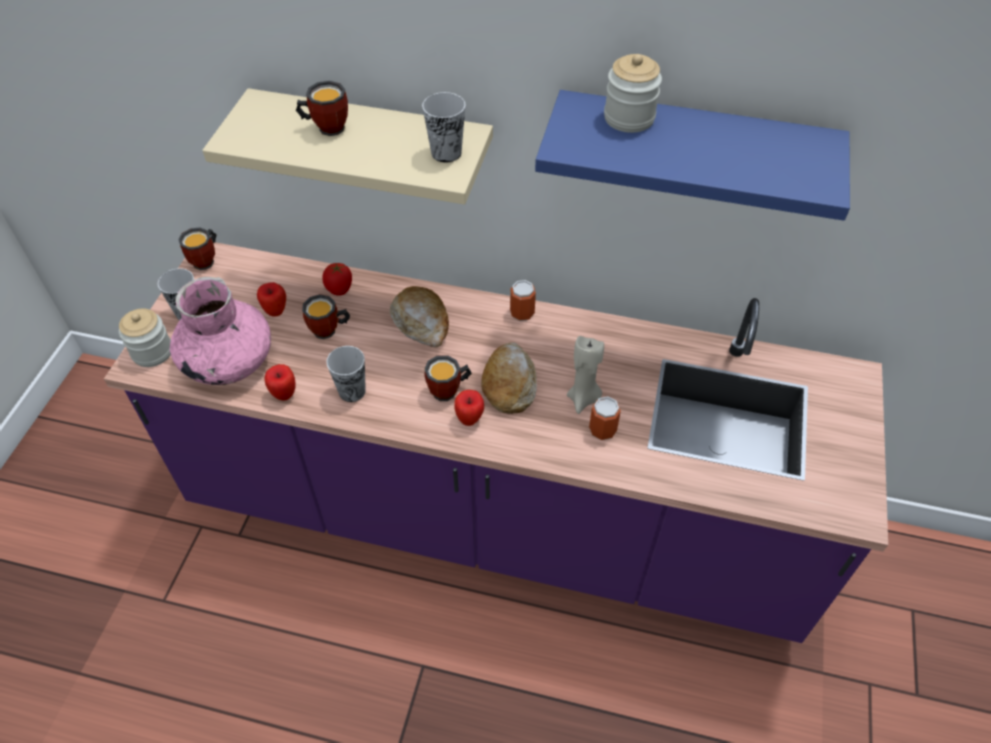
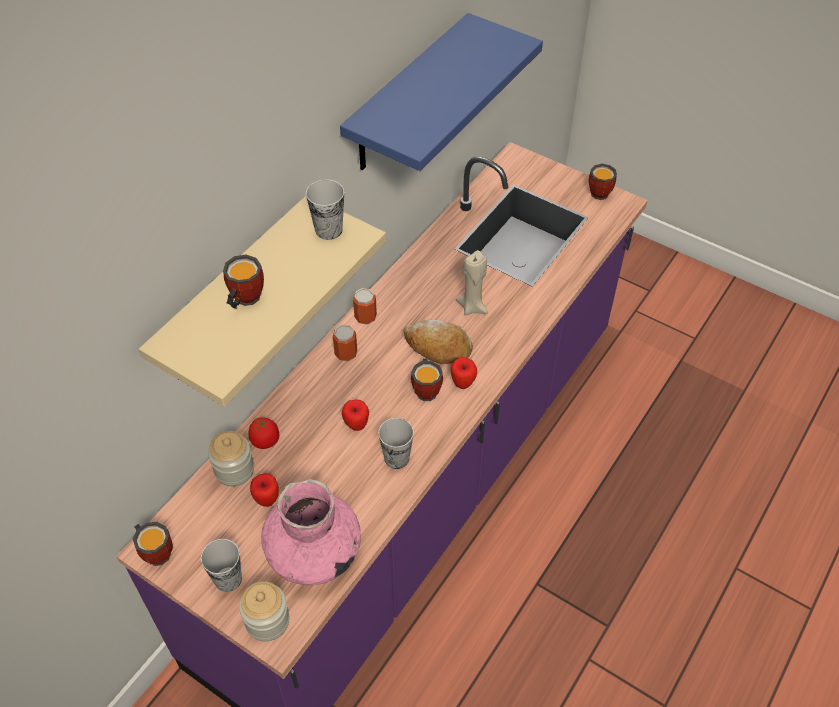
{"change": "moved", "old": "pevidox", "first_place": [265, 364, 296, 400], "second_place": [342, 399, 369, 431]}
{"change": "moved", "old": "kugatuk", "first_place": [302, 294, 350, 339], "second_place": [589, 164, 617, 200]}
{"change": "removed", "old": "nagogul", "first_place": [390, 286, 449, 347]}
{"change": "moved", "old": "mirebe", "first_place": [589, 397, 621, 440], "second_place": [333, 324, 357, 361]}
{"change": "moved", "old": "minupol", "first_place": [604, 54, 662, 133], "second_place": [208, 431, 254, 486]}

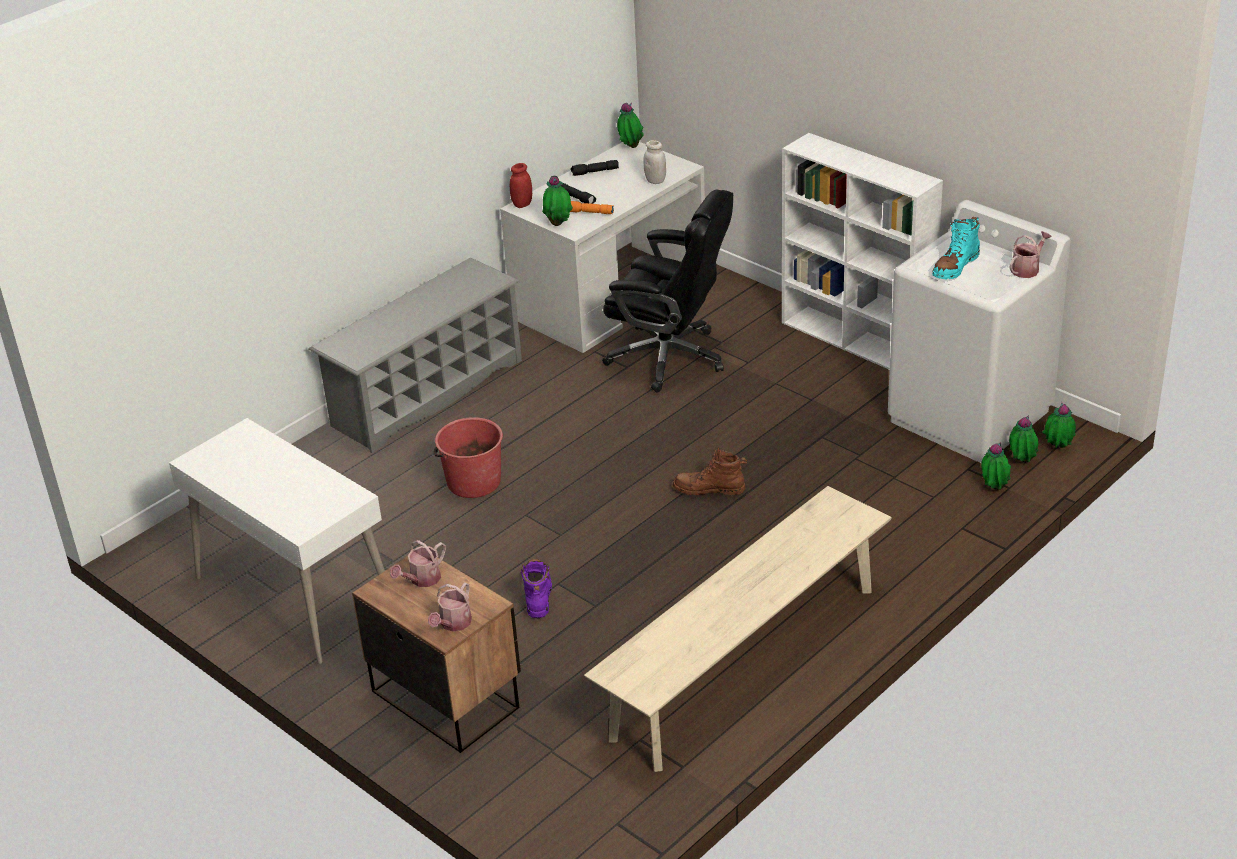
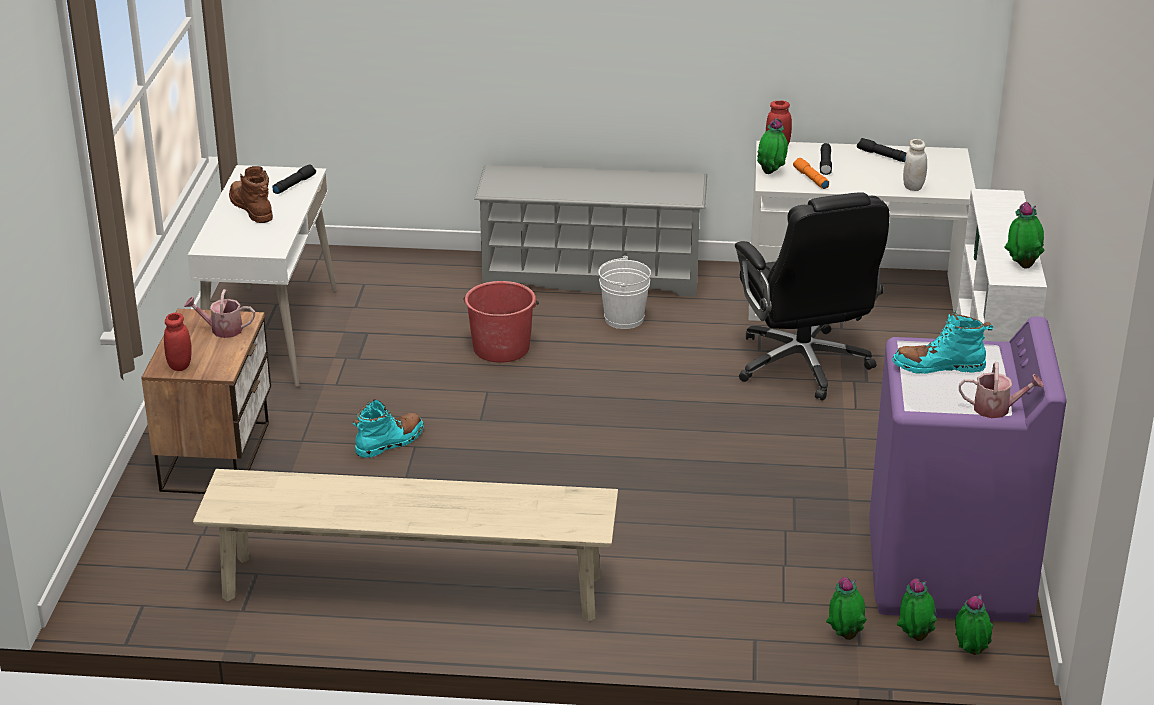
{"change": "replaced", "old": "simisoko", "new": "red_minupol", "first_place": [428, 582, 472, 632], "second_place": [164, 313, 192, 371]}
{"change": "recoloured", "old": "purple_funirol", "new": "turquoise_funirol", "first_place": [521, 559, 552, 618], "second_place": [353, 399, 424, 458]}
{"change": "moved", "old": "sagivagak", "first_place": [617, 103, 644, 148], "second_place": [1004, 202, 1045, 269]}
{"change": "moved", "old": "brown_funirol", "first_place": [673, 447, 747, 495], "second_place": [229, 166, 273, 223]}
{"change": "recoloured", "old": "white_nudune", "new": "purple_nudune", "first_place": [888, 200, 1071, 463], "second_place": [869, 316, 1067, 623]}
{"change": "added", "new": "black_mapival", "second_place": [272, 164, 316, 194]}
{"change": "added", "new": "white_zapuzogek", "second_place": [598, 256, 651, 329]}

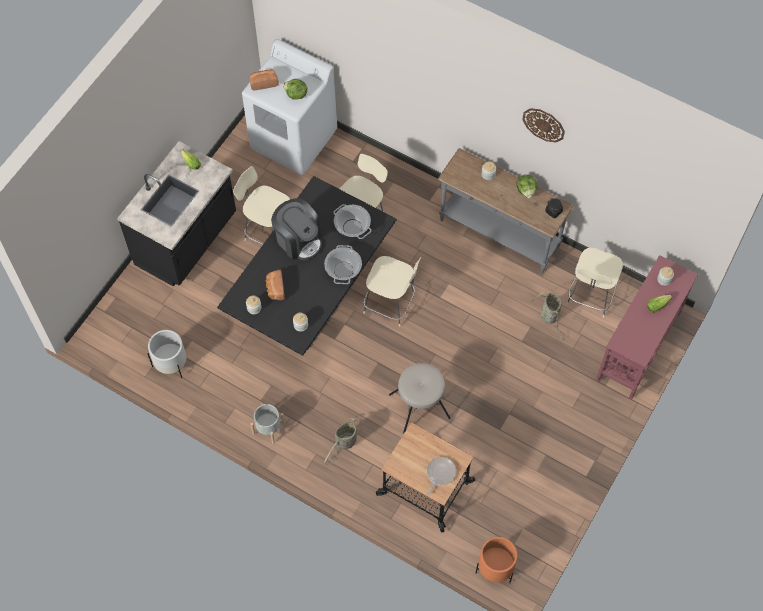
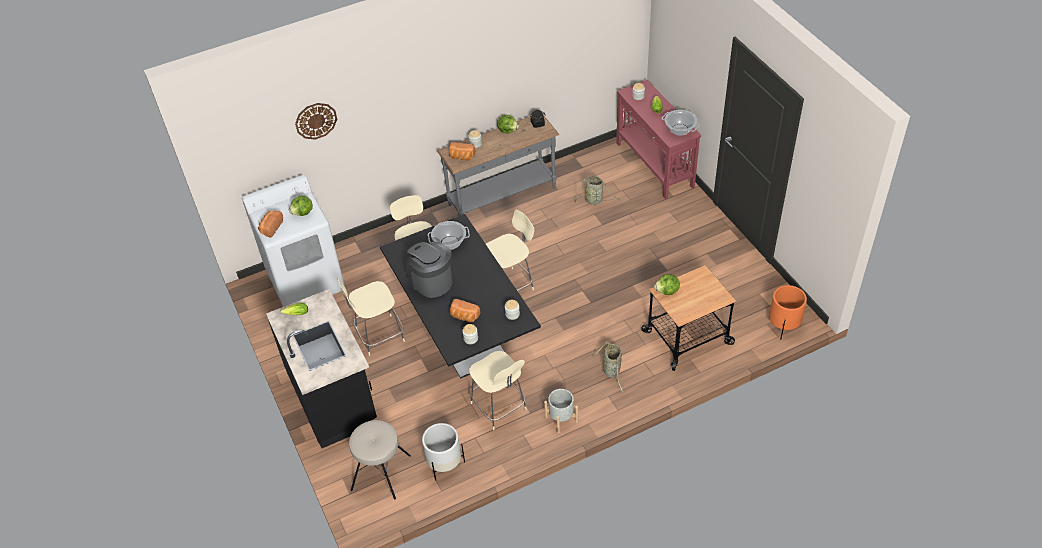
{"change": "turned", "old": "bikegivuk", "first_place": [271, 198, 322, 260], "second_place": [405, 242, 453, 298], "degrees": -120}
{"change": "moved", "old": "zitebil", "first_place": [324, 245, 362, 284], "second_place": [662, 110, 700, 136]}
{"change": "moved", "old": "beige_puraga", "first_place": [389, 363, 451, 434], "second_place": [349, 420, 411, 500]}
{"change": "removed", "old": "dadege", "first_place": [426, 457, 456, 496]}
{"change": "moved", "old": "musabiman", "first_place": [522, 108, 565, 142], "second_place": [295, 103, 337, 140]}
{"change": "moved", "old": "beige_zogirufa", "first_place": [566, 248, 623, 318], "second_place": [469, 351, 527, 430]}
{"change": "added", "new": "nagogul", "second_place": [449, 142, 475, 161]}
{"change": "added", "new": "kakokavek", "second_place": [654, 274, 680, 295]}

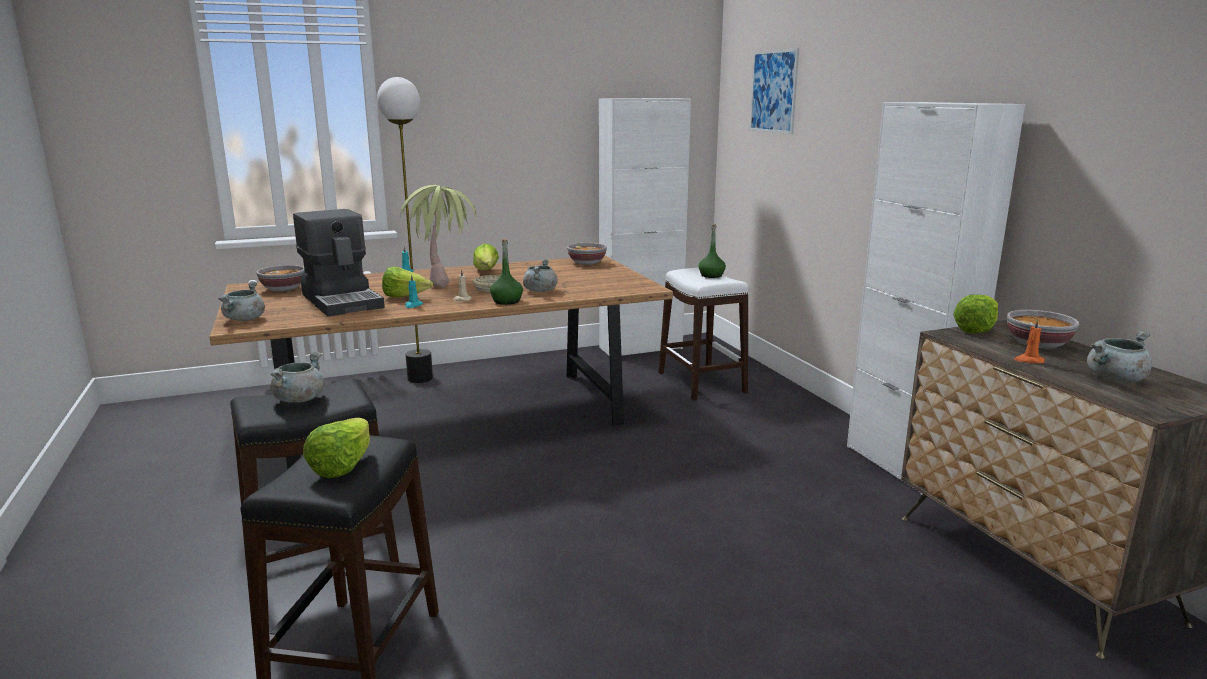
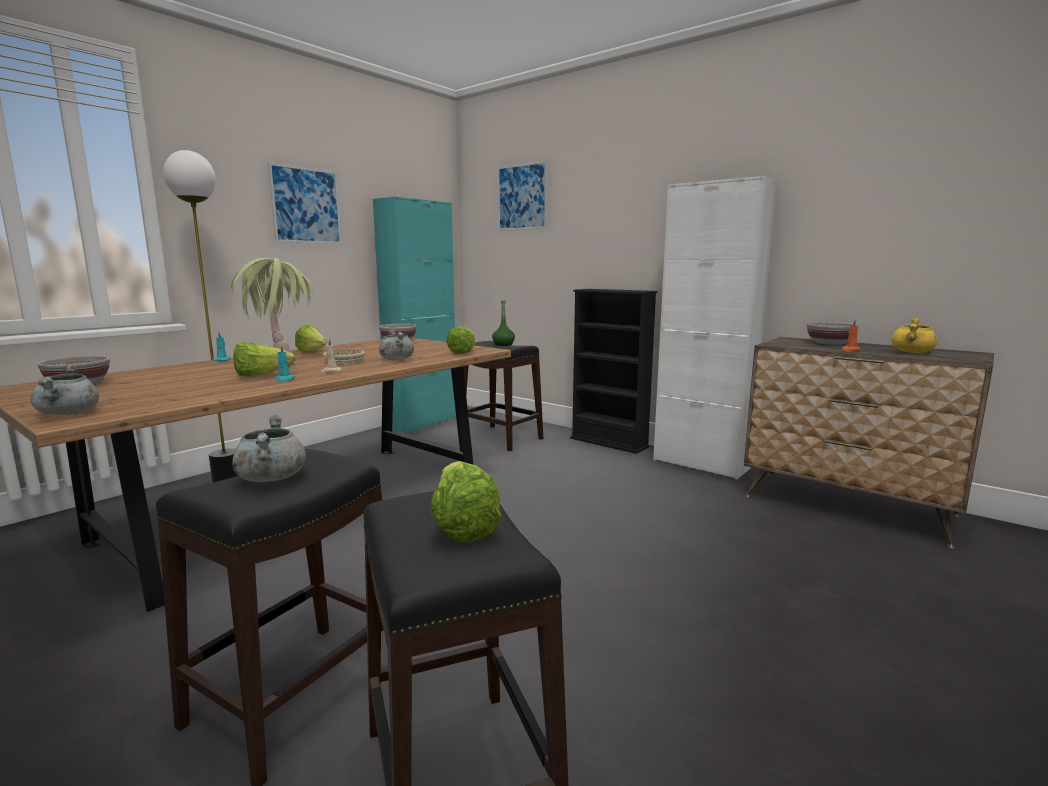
{"change": "removed", "old": "bikegivuk", "first_place": [293, 209, 385, 316]}
{"change": "removed", "old": "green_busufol", "first_place": [490, 239, 523, 305]}
{"change": "recoloured", "old": "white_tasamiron", "new": "turquoise_tasamiron", "first_place": [599, 98, 691, 356], "second_place": [373, 196, 456, 433]}
{"change": "recoloured", "old": "white_puraga", "new": "black_puraga", "first_place": [659, 268, 749, 401], "second_place": [463, 341, 543, 451]}
{"change": "moved", "old": "kakokavek", "first_place": [953, 295, 998, 334], "second_place": [446, 326, 475, 354]}
{"change": "recoloured", "old": "grey_zitebil", "new": "yellow_zitebil", "first_place": [1087, 330, 1152, 383], "second_place": [891, 318, 937, 353]}
{"change": "added", "new": "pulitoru", "second_place": [268, 162, 342, 244]}
{"change": "added", "new": "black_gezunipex", "second_place": [570, 289, 657, 454]}

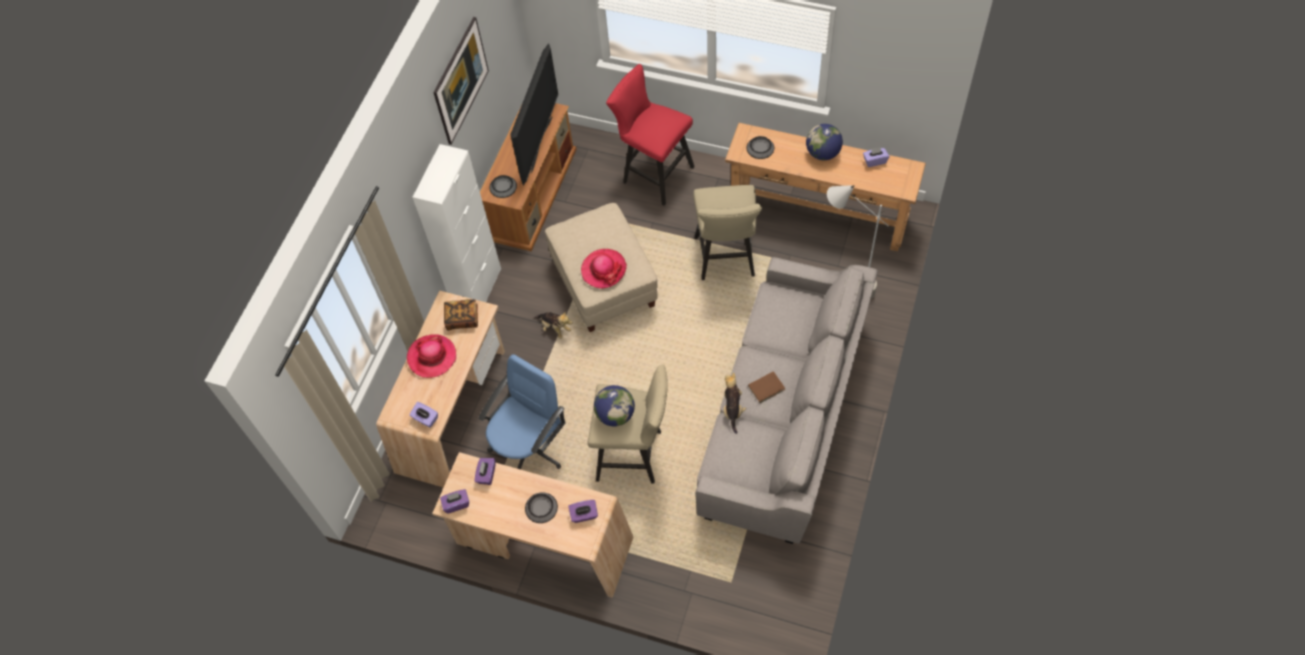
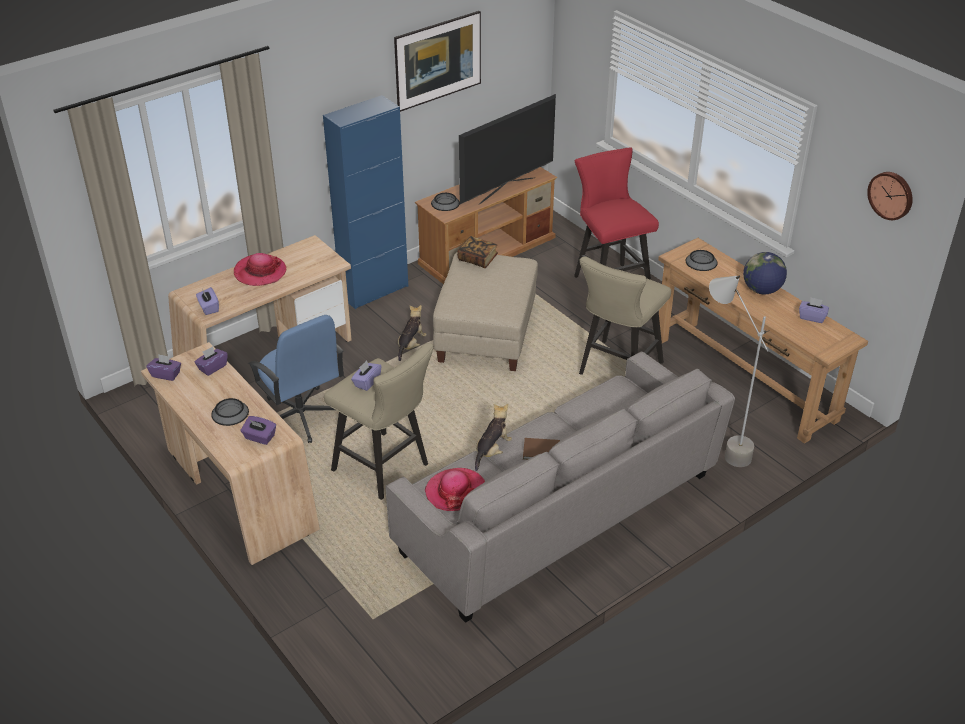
{"change": "recoloured", "old": "white_tasamiron", "new": "blue_tasamiron", "first_place": [413, 144, 501, 302], "second_place": [323, 95, 408, 309]}
{"change": "moved", "old": "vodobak", "first_place": [444, 299, 478, 330], "second_place": [457, 236, 498, 268]}
{"change": "turned", "old": "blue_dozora", "first_place": [478, 354, 565, 470], "second_place": [248, 315, 344, 443], "degrees": 75}
{"change": "turned", "old": "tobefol", "first_place": [535, 312, 573, 339], "second_place": [398, 305, 427, 361], "degrees": -135}
{"change": "moved", "old": "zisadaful", "first_place": [581, 249, 627, 289], "second_place": [425, 468, 485, 511]}
{"change": "replaced", "old": "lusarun", "new": "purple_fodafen", "first_place": [594, 385, 635, 426], "second_place": [351, 361, 382, 391]}
{"change": "added", "new": "musabiman", "second_place": [867, 172, 913, 220]}

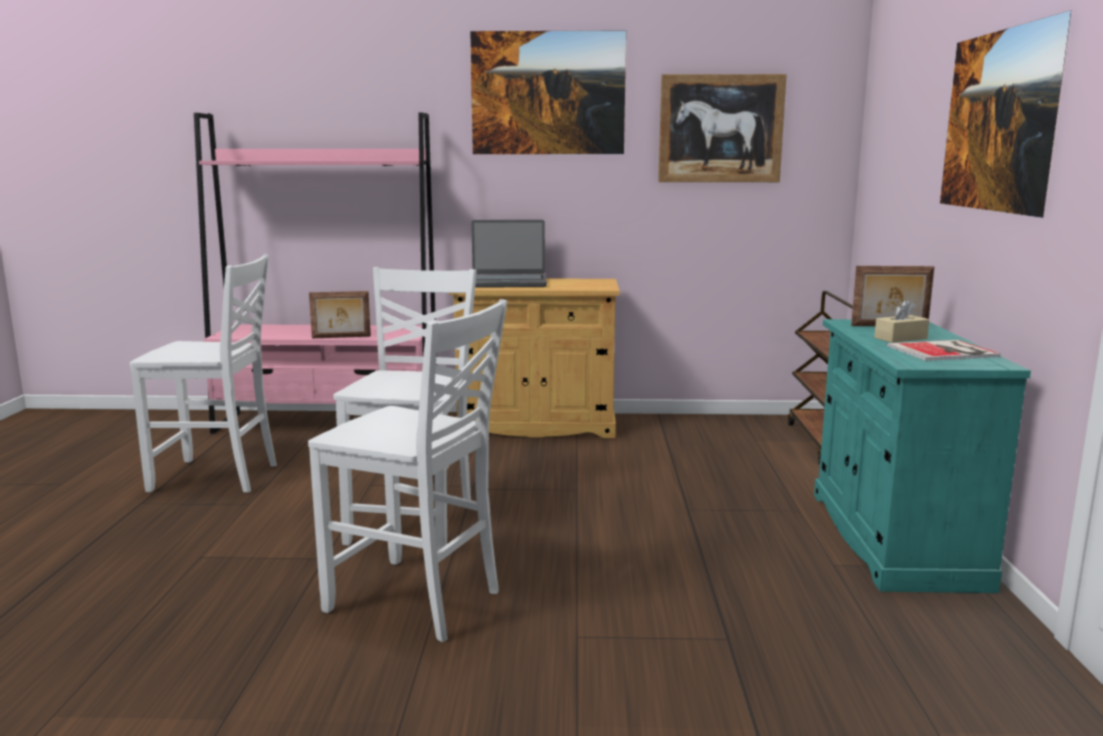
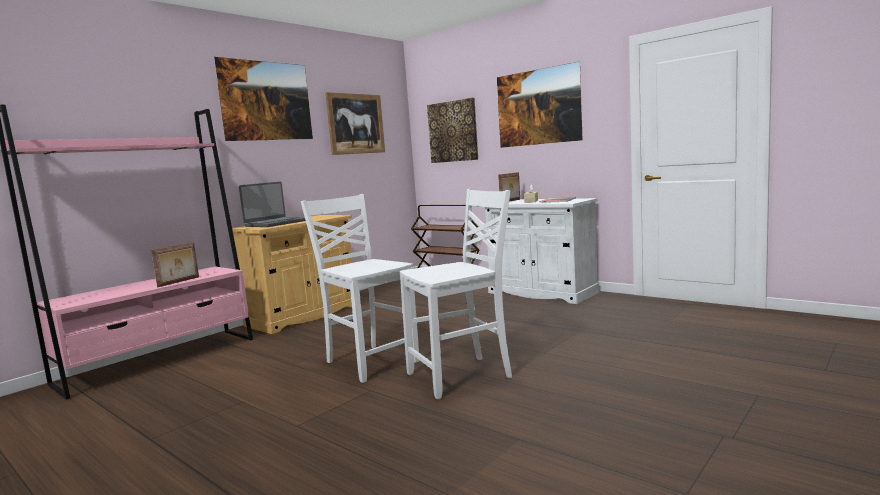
{"change": "removed", "old": "white_zogirufa", "first_place": [130, 254, 277, 493]}
{"change": "recoloured", "old": "turquoise_tasamiron", "new": "white_tasamiron", "first_place": [814, 319, 1031, 593], "second_place": [485, 198, 600, 304]}
{"change": "added", "new": "pulitoru", "second_place": [427, 98, 478, 163]}

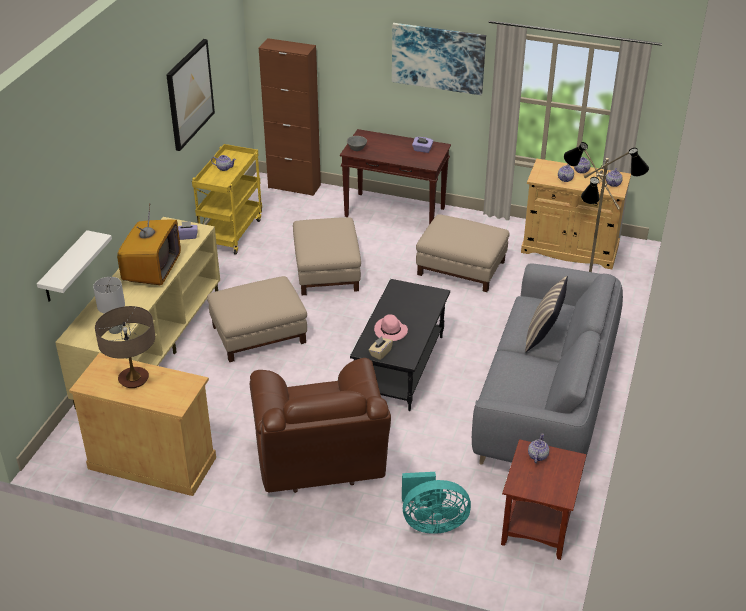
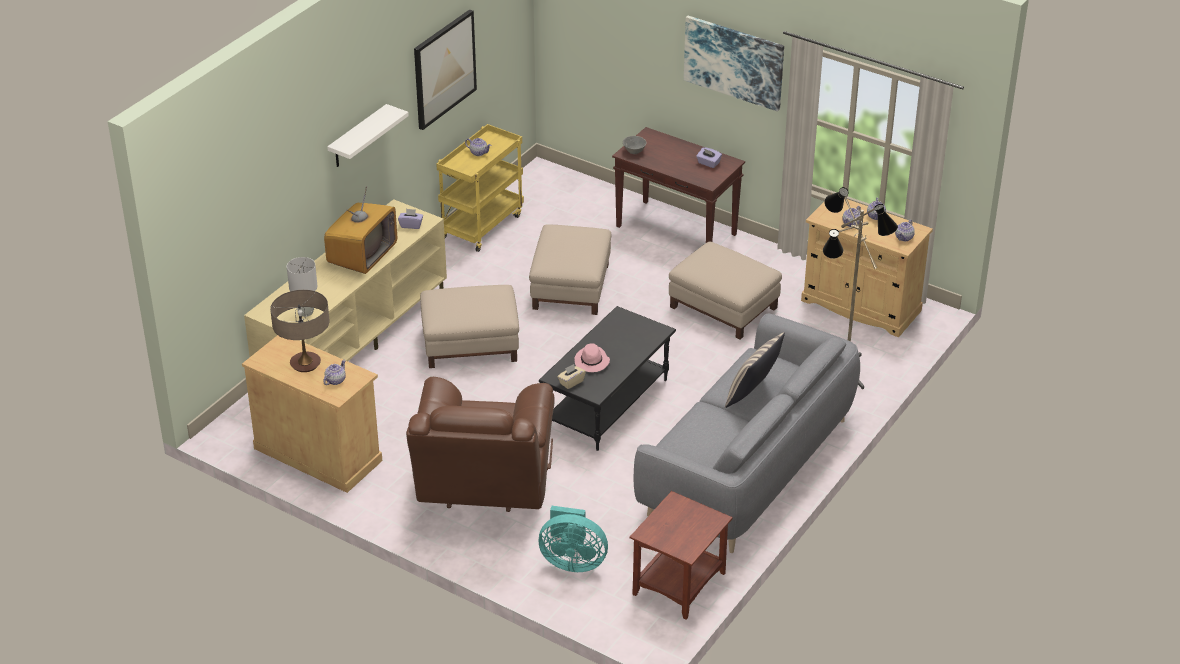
{"change": "moved", "old": "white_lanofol", "first_place": [37, 230, 112, 302], "second_place": [327, 104, 409, 167]}
{"change": "removed", "old": "brown_tasamiron", "first_place": [259, 38, 321, 196]}
{"change": "moved", "old": "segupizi", "first_place": [528, 433, 549, 463], "second_place": [323, 360, 346, 385]}

